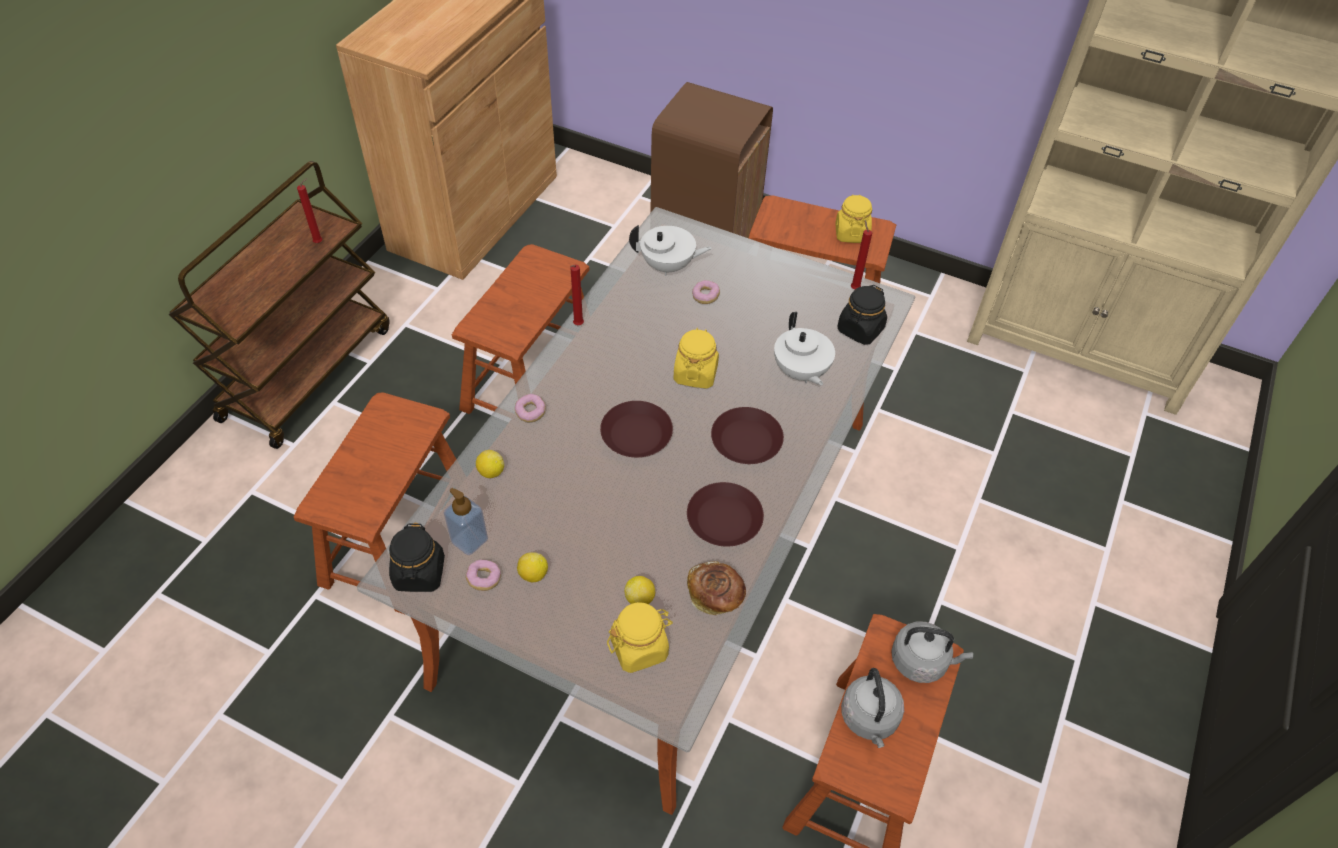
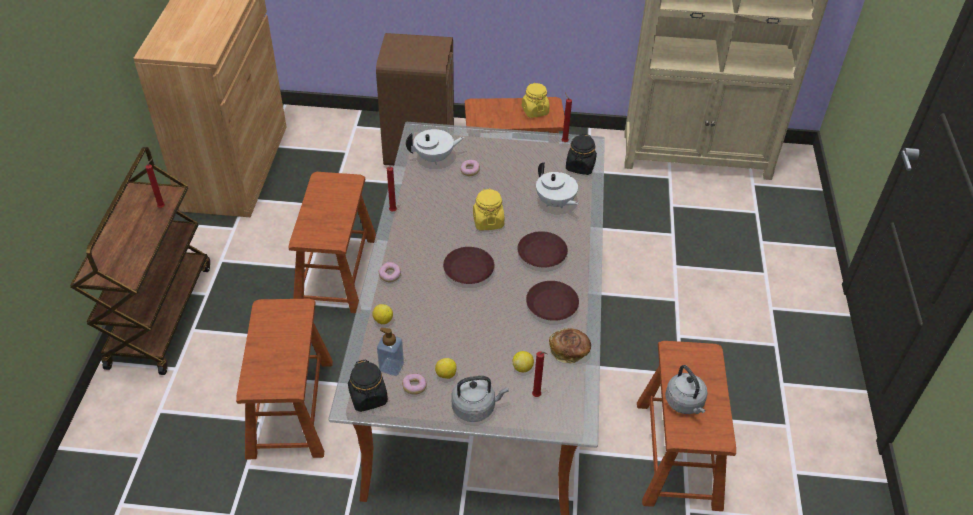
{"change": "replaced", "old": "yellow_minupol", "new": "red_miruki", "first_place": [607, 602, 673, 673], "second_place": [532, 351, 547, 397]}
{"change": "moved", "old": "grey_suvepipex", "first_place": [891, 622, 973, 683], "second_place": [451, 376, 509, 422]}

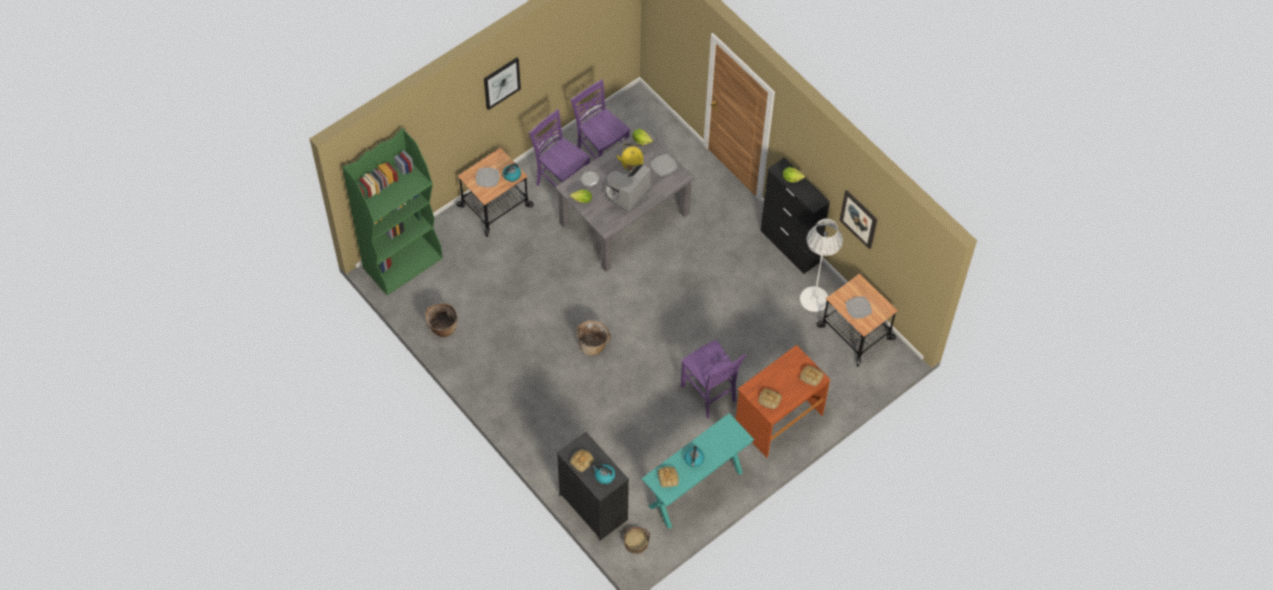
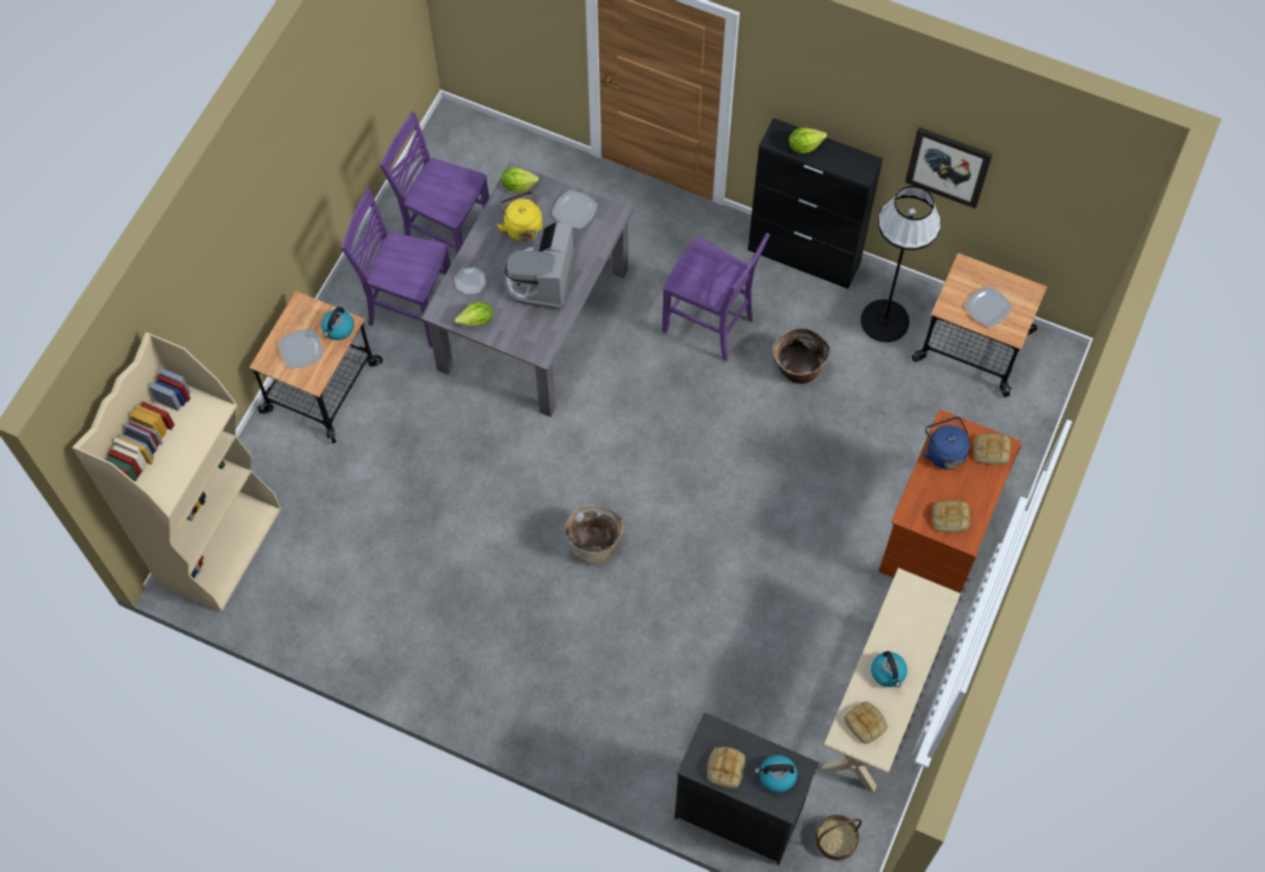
{"change": "recoloured", "old": "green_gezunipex", "new": "beige_gezunipex", "first_place": [342, 128, 443, 295], "second_place": [72, 332, 281, 612]}
{"change": "moved", "old": "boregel", "first_place": [425, 303, 457, 337], "second_place": [771, 328, 831, 384]}
{"change": "removed", "old": "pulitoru", "first_place": [484, 57, 521, 110]}
{"change": "recoloured", "old": "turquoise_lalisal", "new": "beige_lalisal", "first_place": [641, 413, 755, 529], "second_place": [822, 568, 961, 792]}
{"change": "moved", "old": "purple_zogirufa", "first_place": [681, 340, 746, 418], "second_place": [662, 233, 770, 361]}
{"change": "recoloured", "old": "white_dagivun", "new": "black_dagivun", "first_place": [800, 219, 843, 312], "second_place": [861, 186, 941, 342]}
{"change": "added", "new": "blue_suvepipex", "second_place": [923, 417, 970, 470]}

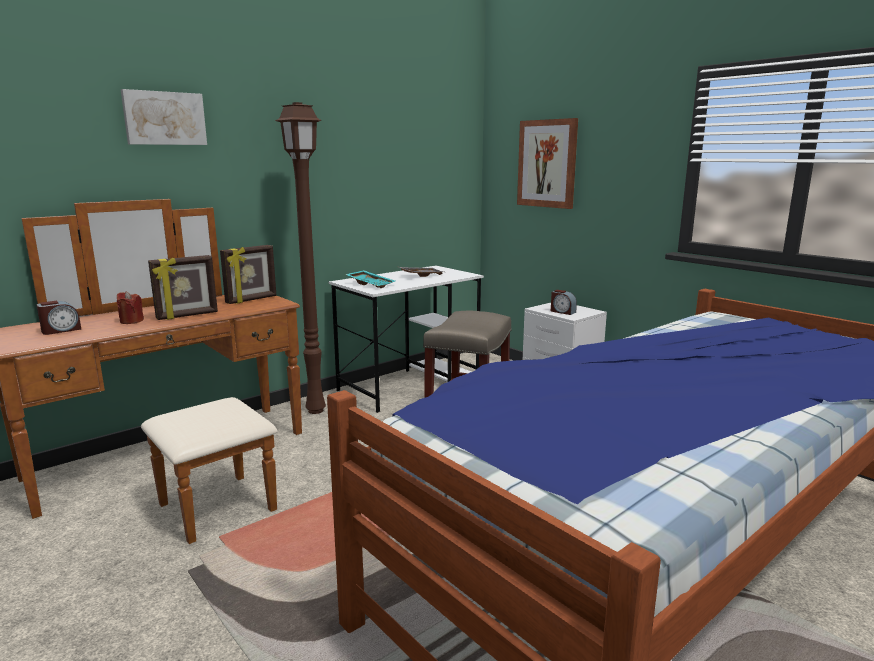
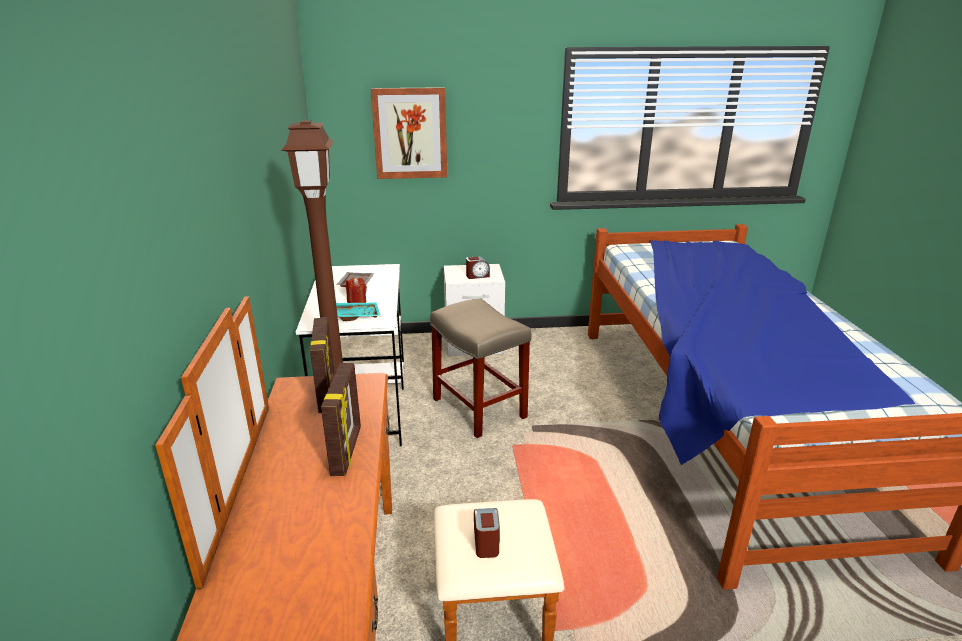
{"change": "moved", "old": "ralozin", "first_place": [37, 301, 81, 335], "second_place": [474, 508, 500, 558]}
{"change": "moved", "old": "red_miruki", "first_place": [117, 291, 144, 324], "second_place": [346, 277, 367, 303]}
{"change": "removed", "old": "pulitoru", "first_place": [121, 89, 207, 145]}

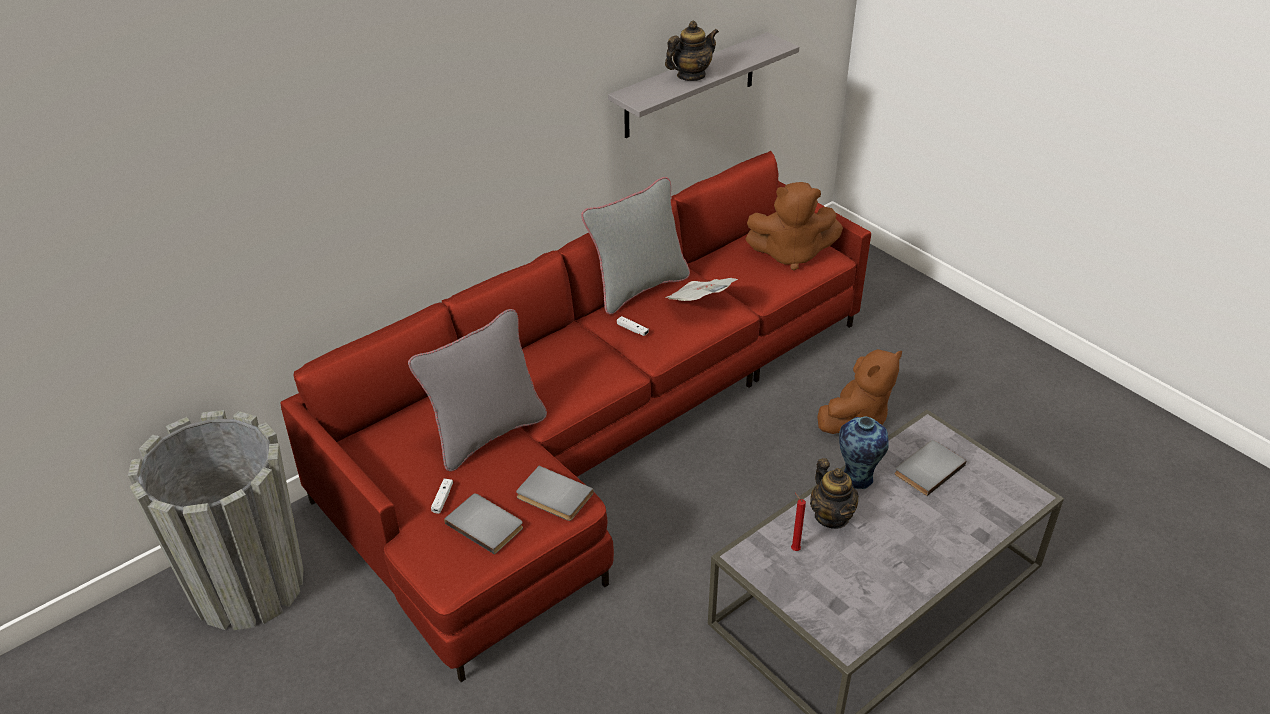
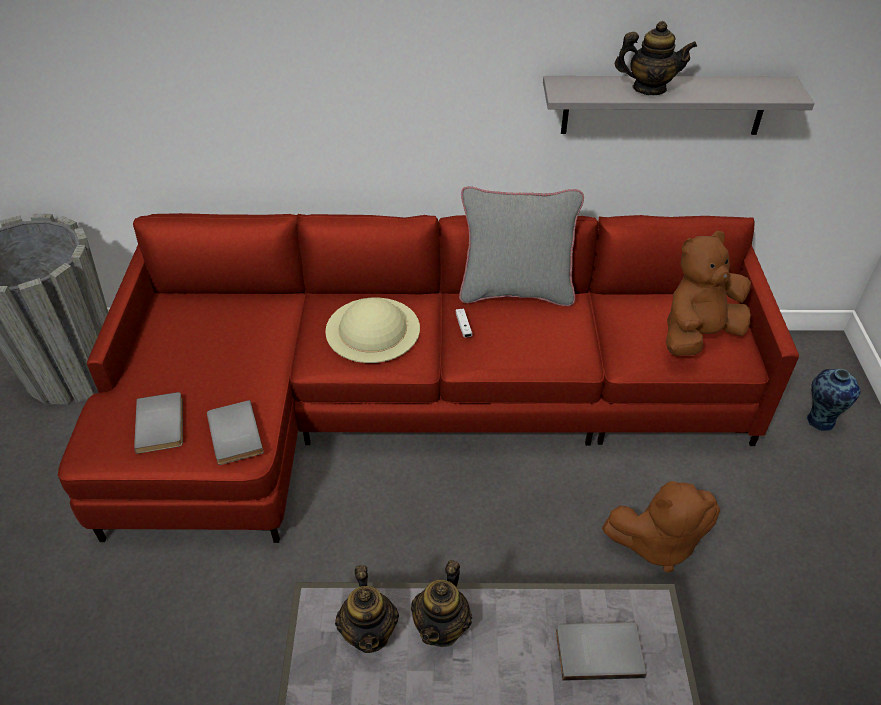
{"change": "removed", "old": "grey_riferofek", "first_place": [408, 309, 547, 471]}
{"change": "removed", "old": "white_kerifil", "first_place": [431, 479, 453, 514]}
{"change": "removed", "old": "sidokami", "first_place": [665, 278, 738, 301]}
{"change": "turned", "old": "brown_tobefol", "first_place": [745, 182, 843, 271], "second_place": [666, 231, 751, 356], "degrees": 105}
{"change": "replaced", "old": "red_miruki", "new": "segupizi", "first_place": [791, 493, 806, 551], "second_place": [335, 565, 399, 653]}
{"change": "moved", "old": "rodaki", "first_place": [839, 417, 889, 489], "second_place": [806, 369, 861, 431]}
{"change": "added", "new": "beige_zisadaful", "second_place": [325, 298, 420, 363]}

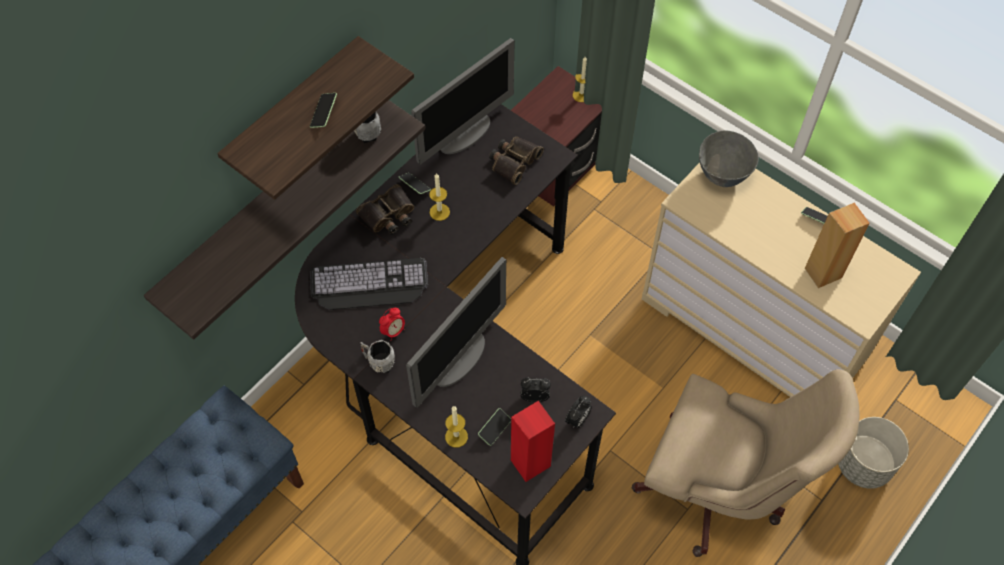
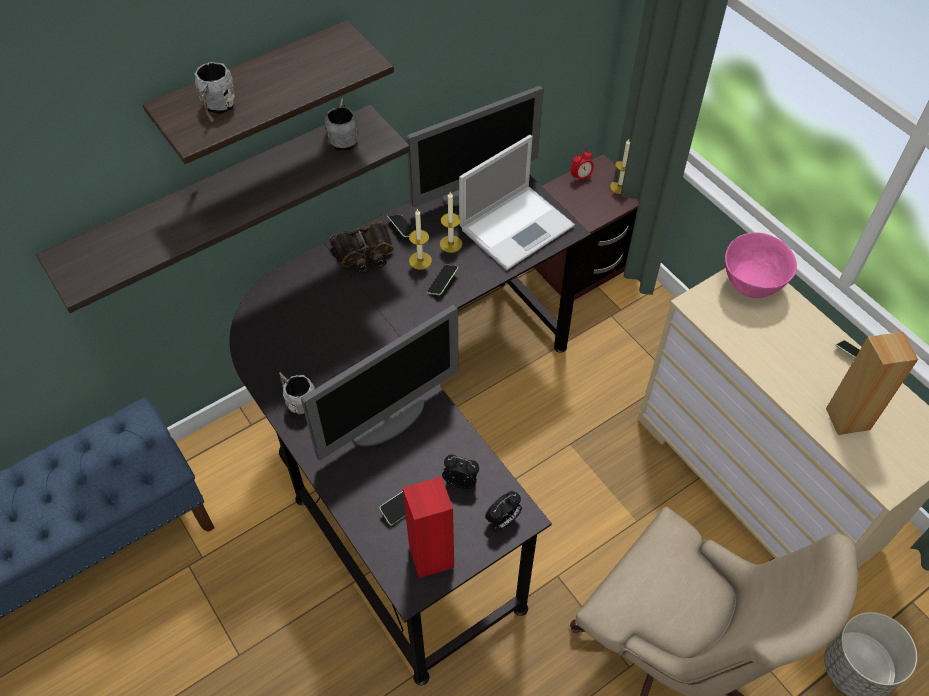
{"change": "moved", "old": "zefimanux", "first_place": [310, 93, 337, 128], "second_place": [427, 265, 459, 295]}
{"change": "removed", "old": "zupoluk", "first_place": [310, 258, 428, 310]}
{"change": "moved", "old": "ralozin", "first_place": [379, 308, 405, 341], "second_place": [571, 149, 594, 184]}
{"change": "moved", "old": "miruki", "first_place": [445, 406, 468, 448], "second_place": [440, 192, 462, 253]}
{"change": "replaced", "old": "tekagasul", "new": "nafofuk", "first_place": [489, 137, 544, 185], "second_place": [459, 135, 575, 270]}
{"change": "recoloured", "old": "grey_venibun", "new": "pink_venibun", "first_place": [699, 130, 759, 187], "second_place": [725, 233, 797, 298]}
{"change": "added", "new": "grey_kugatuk", "second_place": [195, 62, 235, 122]}

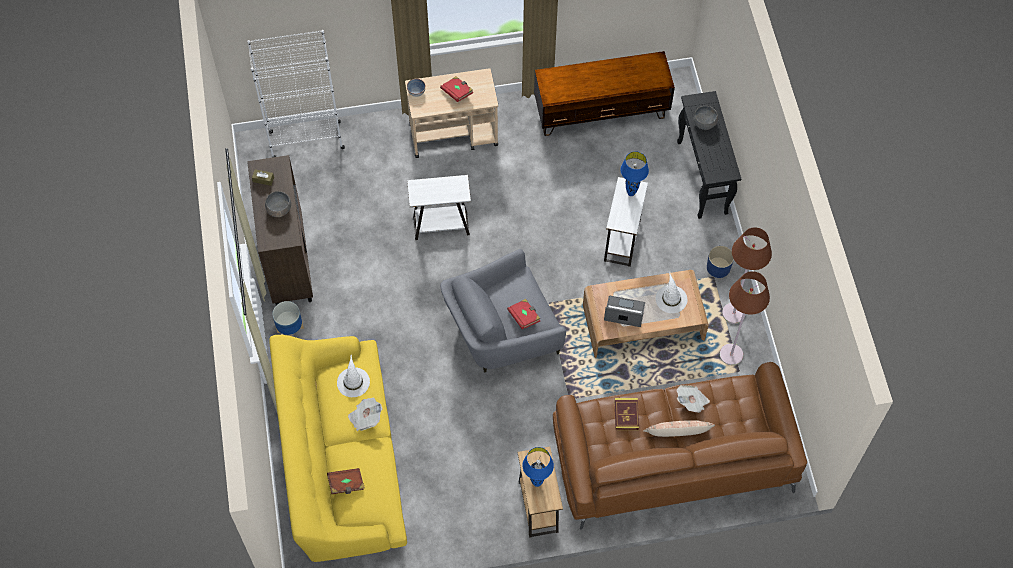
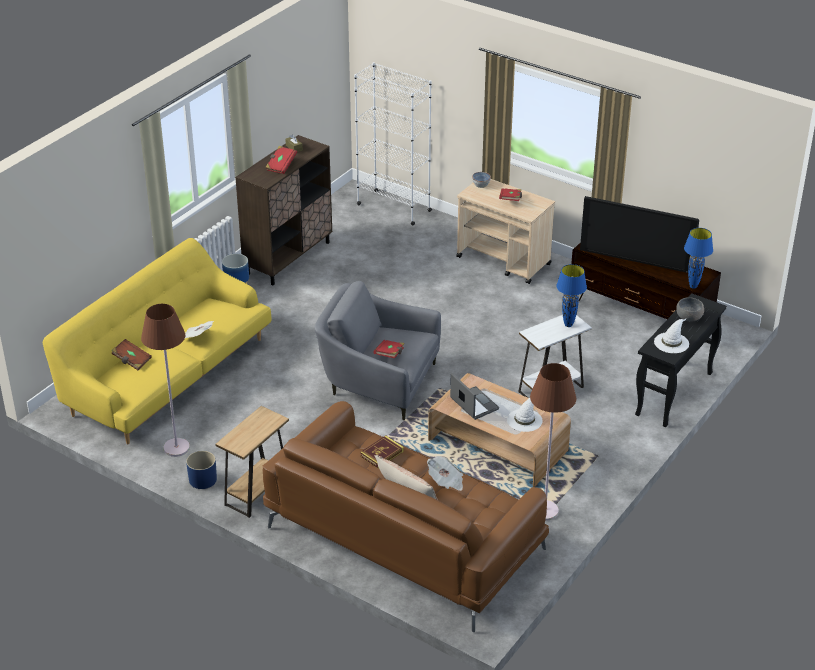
{"change": "replaced", "old": "grey_venibun", "new": "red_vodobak", "first_place": [265, 191, 291, 217], "second_place": [266, 146, 297, 174]}
{"change": "moved", "old": "white_zisadaful", "first_place": [337, 355, 370, 397], "second_place": [654, 318, 689, 353]}
{"change": "removed", "old": "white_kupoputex", "first_place": [407, 175, 471, 240]}
{"change": "moved", "old": "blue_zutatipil", "first_place": [523, 447, 554, 487], "second_place": [684, 228, 713, 289]}
{"change": "moved", "old": "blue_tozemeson", "first_place": [707, 246, 734, 278], "second_place": [186, 451, 217, 489]}
{"change": "moved", "old": "brown_dagivun", "first_place": [722, 227, 772, 324], "second_place": [141, 304, 190, 457]}
{"change": "added", "new": "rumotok", "second_place": [580, 196, 699, 273]}

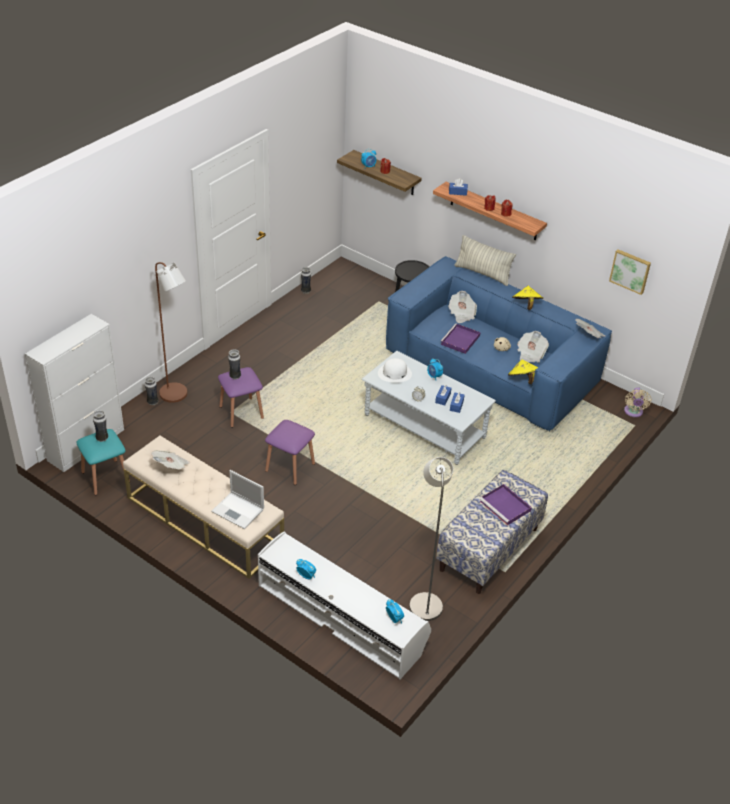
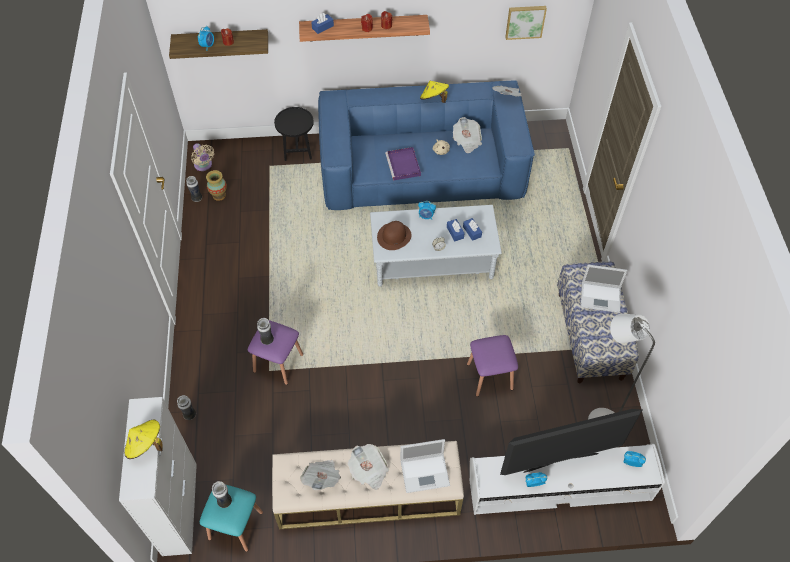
{"change": "removed", "old": "brown_dagivun", "first_place": [155, 262, 187, 403]}
{"change": "moved", "old": "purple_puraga", "first_place": [265, 420, 315, 485], "second_place": [467, 335, 518, 397]}
{"change": "recoloured", "old": "white_zisadaful", "new": "brown_zisadaful", "first_place": [378, 358, 412, 382], "second_place": [377, 221, 411, 250]}
{"change": "moved", "old": "sidokami", "first_place": [448, 291, 477, 323], "second_place": [348, 444, 389, 490]}
{"change": "removed", "old": "riferofek", "first_place": [454, 235, 516, 286]}
{"change": "replaced", "old": "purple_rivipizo", "new": "nafofuk", "first_place": [480, 484, 532, 525], "second_place": [581, 265, 628, 313]}
{"change": "moved", "old": "yellow_zisadaful", "first_place": [508, 359, 538, 384], "second_place": [124, 419, 163, 459]}
{"change": "moved", "old": "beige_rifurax", "first_place": [624, 387, 651, 417], "second_place": [191, 143, 214, 171]}
{"change": "added", "new": "rodaki", "second_place": [206, 170, 227, 201]}
{"change": "added", "new": "rumotok", "second_place": [500, 409, 642, 475]}

